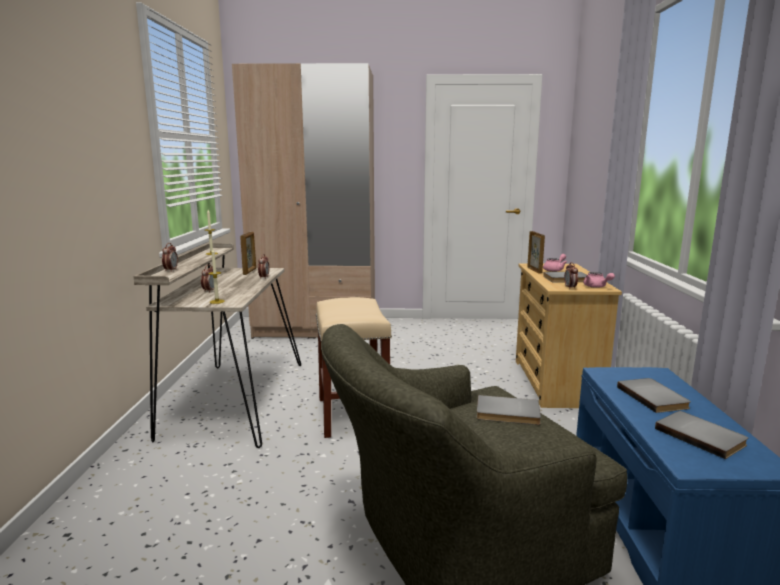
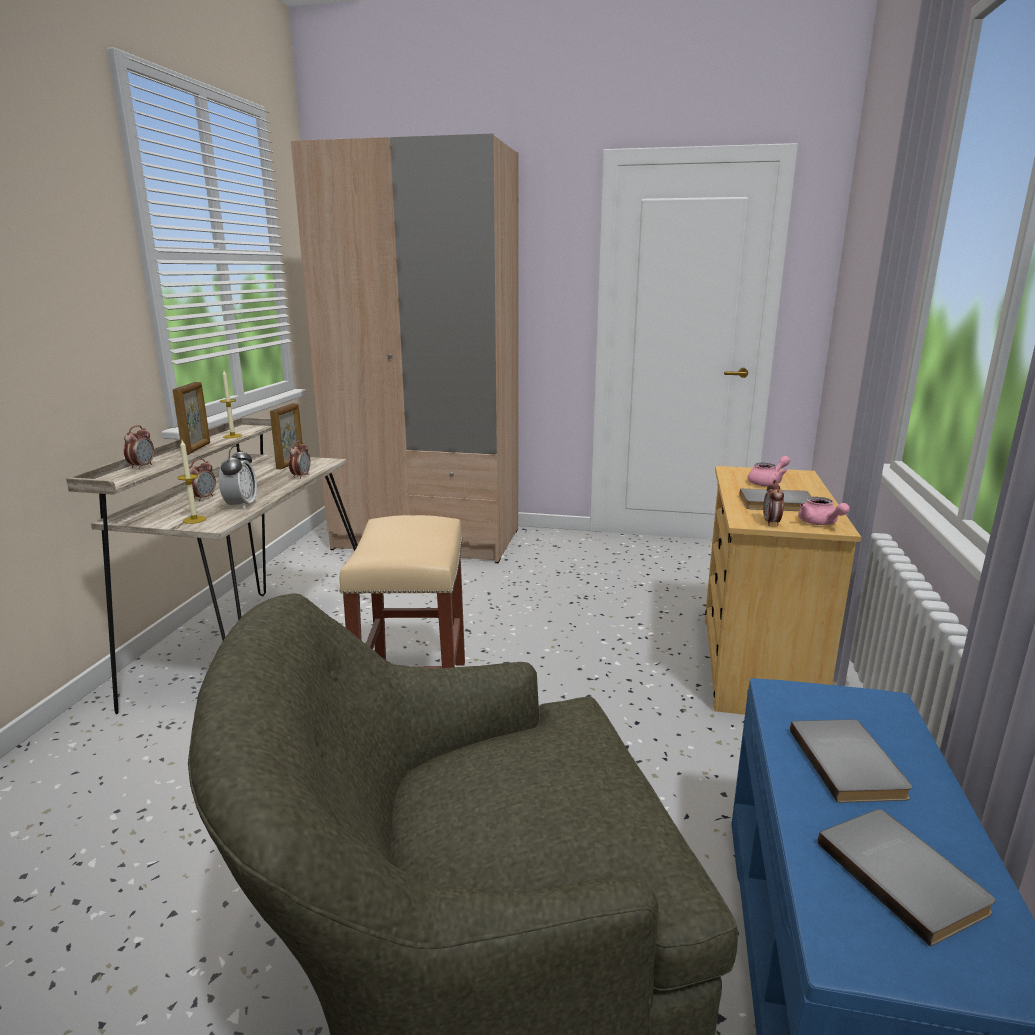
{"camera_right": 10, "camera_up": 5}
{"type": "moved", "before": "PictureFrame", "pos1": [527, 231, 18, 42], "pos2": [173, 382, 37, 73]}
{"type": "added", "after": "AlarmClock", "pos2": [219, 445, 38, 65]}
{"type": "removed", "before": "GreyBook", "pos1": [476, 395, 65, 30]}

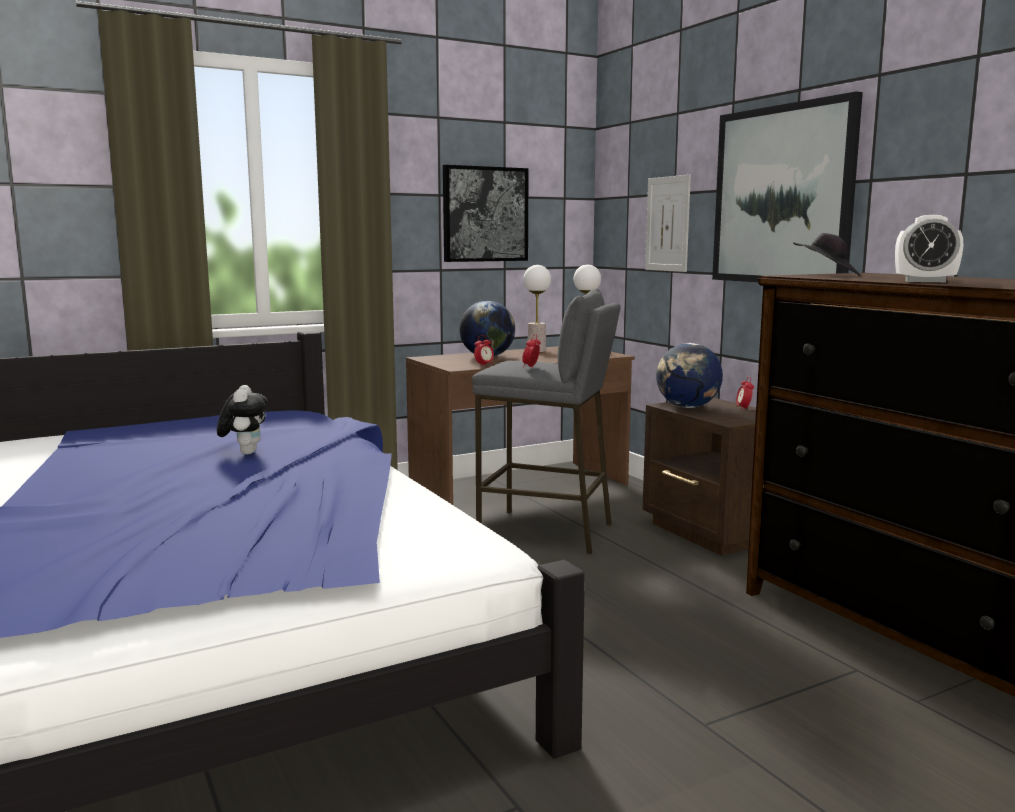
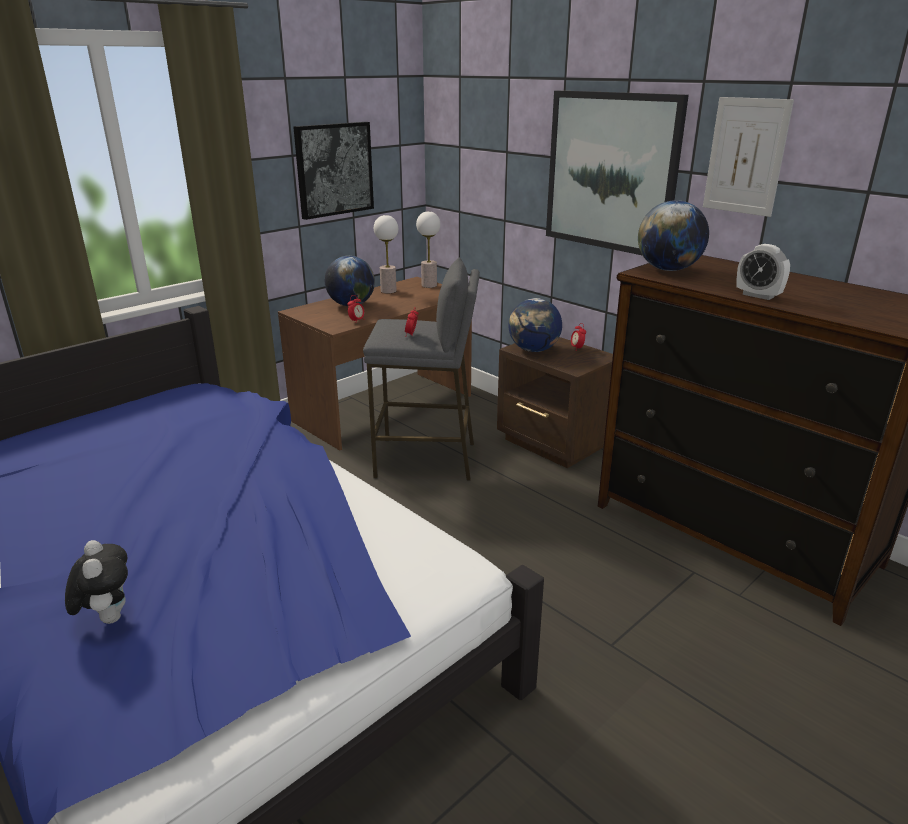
{"camera_right": -15, "camera_up": 15}
{"type": "moved", "before": "PlushToy", "pos1": [217, 385, 51, 69], "pos2": [65, 540, 63, 84]}
{"type": "replaced", "before": "BlackHat", "after": "Globe", "pos1": [793, 233, 68, 43], "pos2": [638, 200, 71, 71]}
{"type": "moved", "before": "Picture", "pos1": [645, 175, 46, 97], "pos2": [703, 97, 91, 120]}
{"type": "turned", "before": "AlarmClock", "pos1": [895, 215, 68, 67], "pos2": [737, 244, 53, 56], "turn": 45}

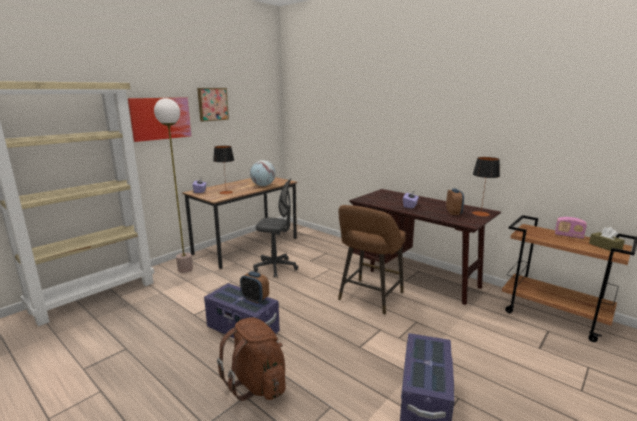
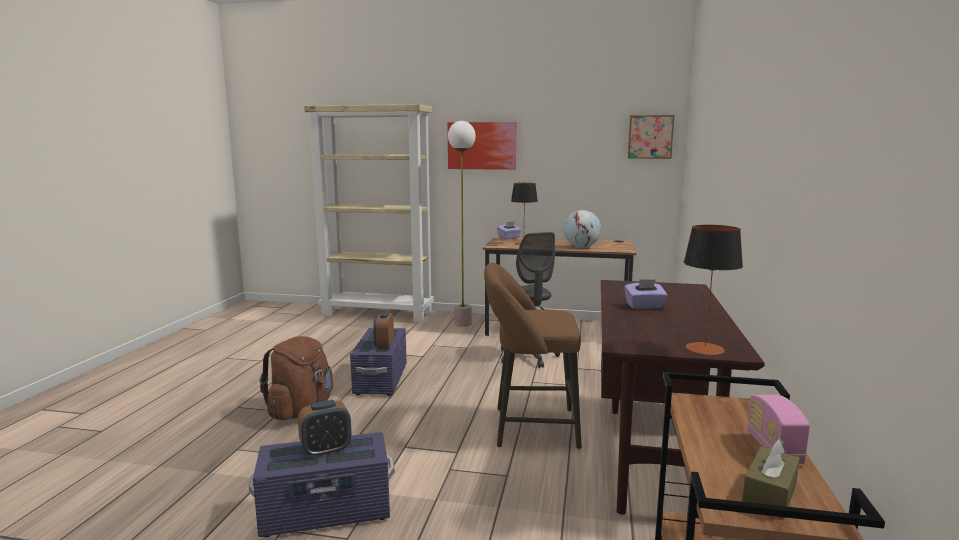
{"camera_right": 60, "camera_up": -5}
{"type": "moved", "before": "AlarmClock", "pos1": [446, 189, 18, 26], "pos2": [298, 400, 54, 58]}
{"type": "moved", "before": "Picture", "pos1": [197, 88, 32, 33], "pos2": [628, 115, 46, 44]}

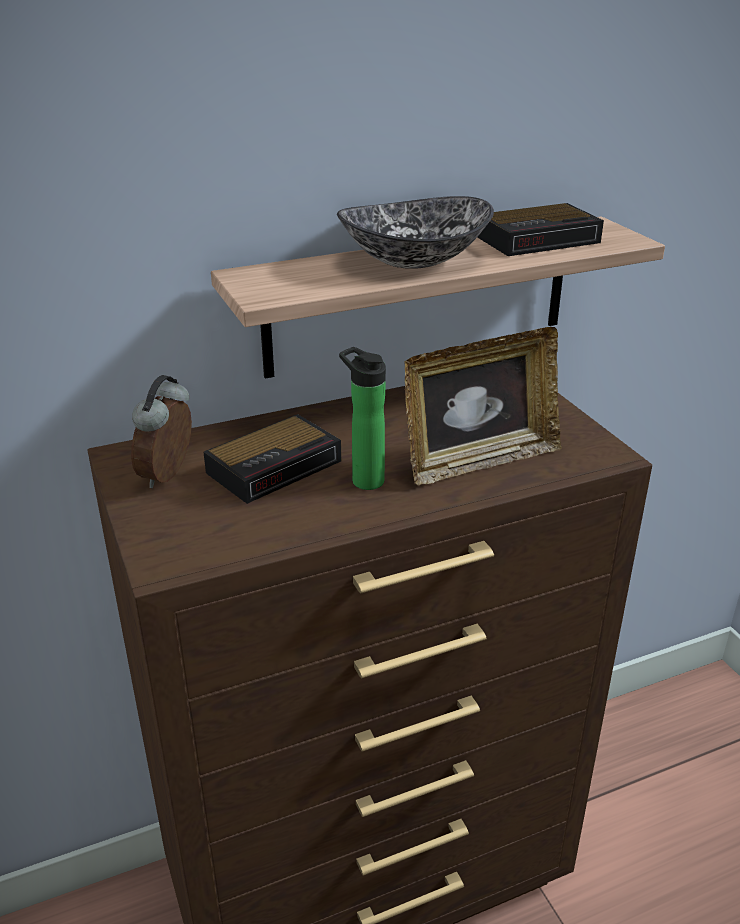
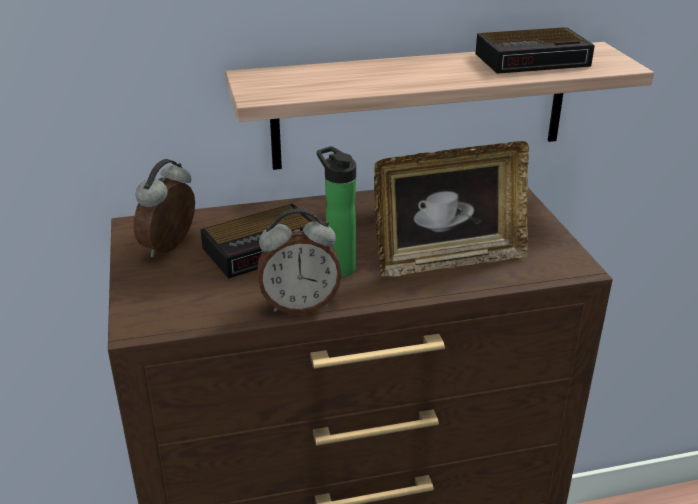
{"camera_right": 10, "camera_up": 0}
{"type": "added", "after": "AlarmClock", "pos2": [257, 209, 85, 105]}
{"type": "removed", "before": "Bowl", "pos1": [337, 196, 157, 73]}

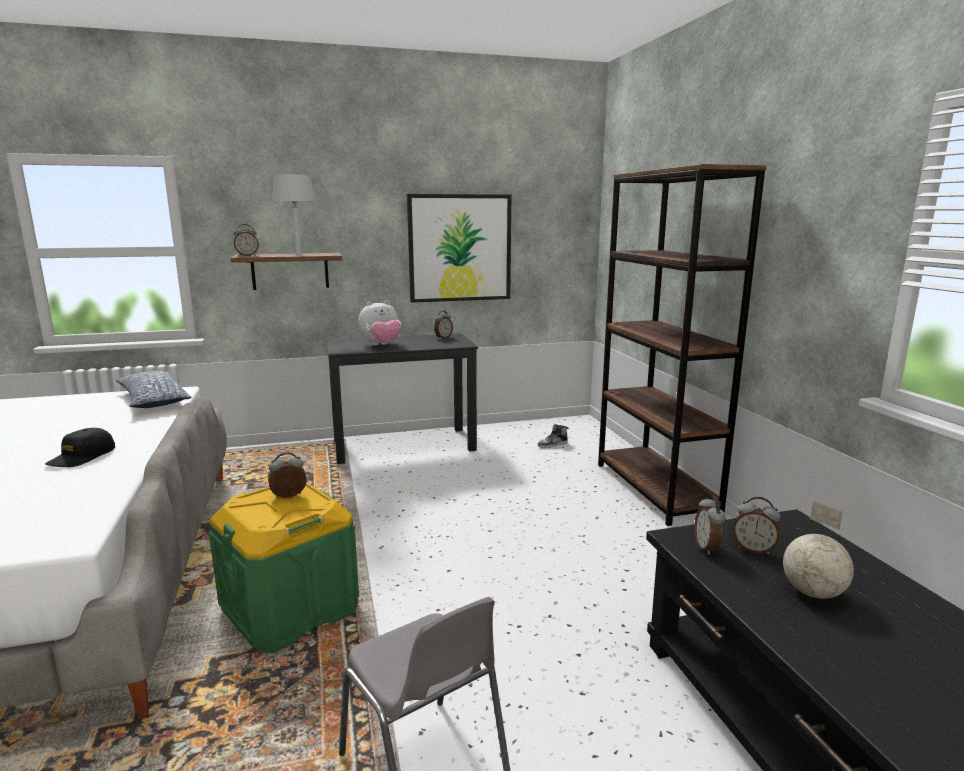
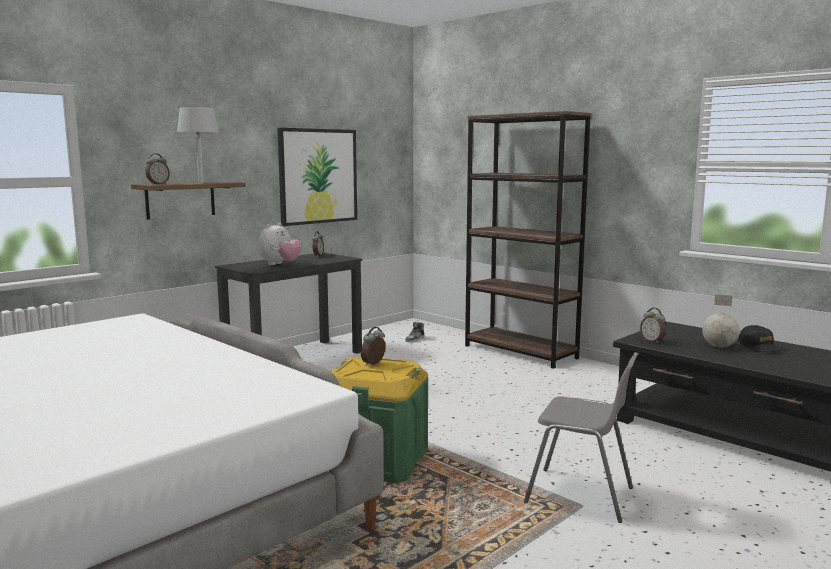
{"camera_right": -30, "camera_up": -5}
{"type": "moved", "before": "BlackCap", "pos1": [45, 428, 70, 39], "pos2": [738, 325, 43, 27]}
{"type": "removed", "before": "Pillow", "pos1": [116, 371, 76, 37]}
{"type": "removed", "before": "AlarmClock", "pos1": [733, 497, 47, 58]}

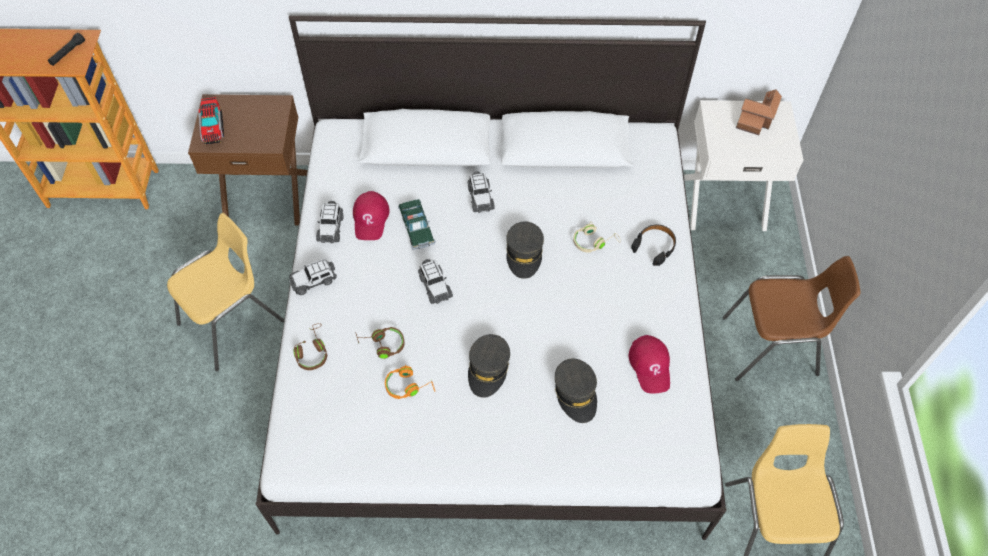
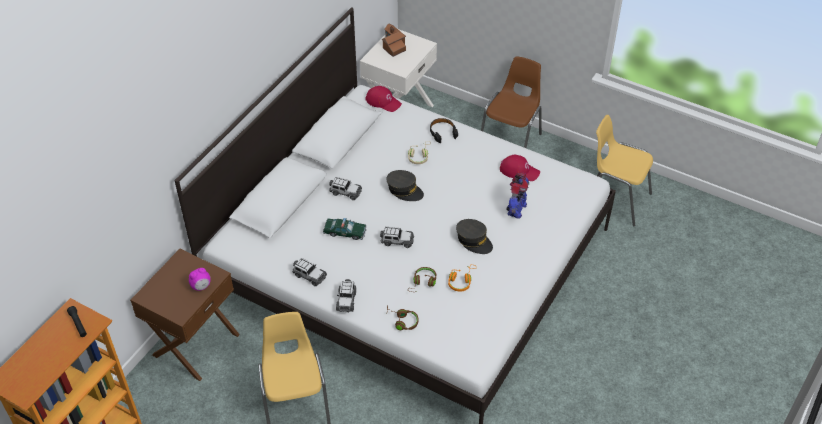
{"camera_right": -60, "camera_up": -10}
{"type": "added", "after": "AlarmClock", "pos2": [189, 268, 21, 23]}
{"type": "moved", "before": "RedCap", "pos1": [353, 191, 37, 49], "pos2": [366, 86, 36, 26]}
{"type": "replaced", "before": "GreyCap", "after": "ToyRobot", "pos1": [555, 359, 42, 64], "pos2": [506, 172, 23, 47]}
{"type": "removed", "before": "ToyTruck", "pos1": [198, 97, 26, 48]}

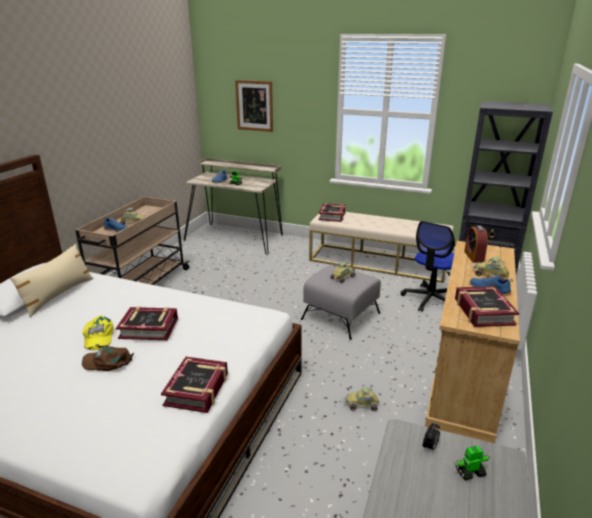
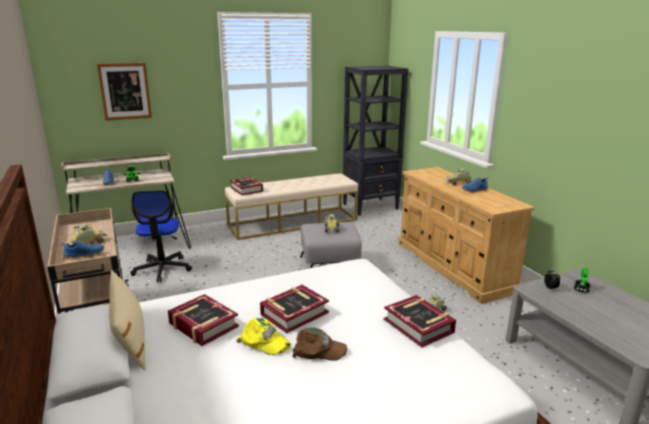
{"camera_right": -45, "camera_up": -5}
{"type": "moved", "before": "OfficeChair", "pos1": [401, 221, 54, 91], "pos2": [130, 190, 62, 93]}
{"type": "moved", "before": "Book", "pos1": [455, 286, 64, 41], "pos2": [168, 294, 71, 52]}
{"type": "turned", "before": "BrownCap", "pos1": [82, 346, 52, 25], "pos2": [292, 327, 55, 34], "turn": -135}
{"type": "removed", "before": "AlarmClock", "pos1": [464, 225, 24, 38]}

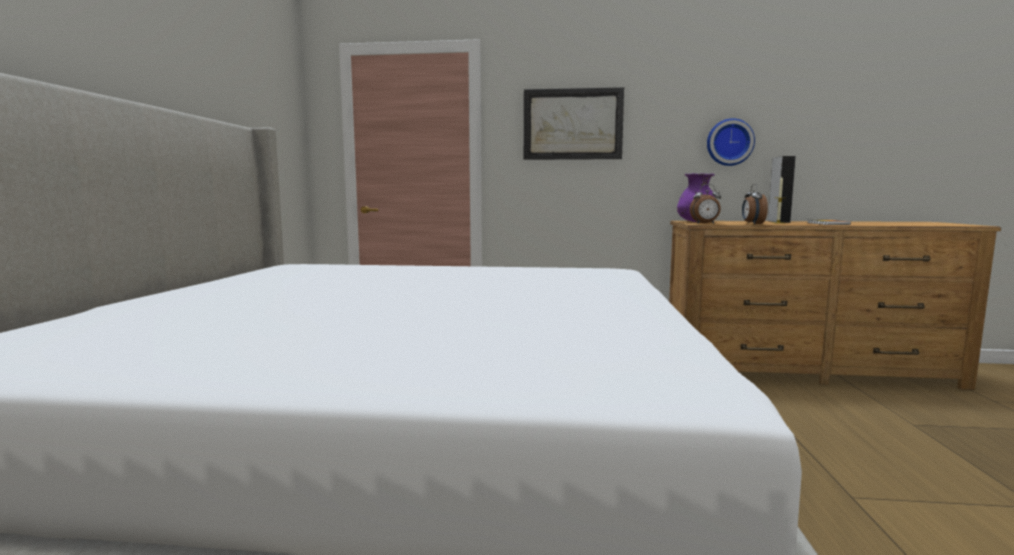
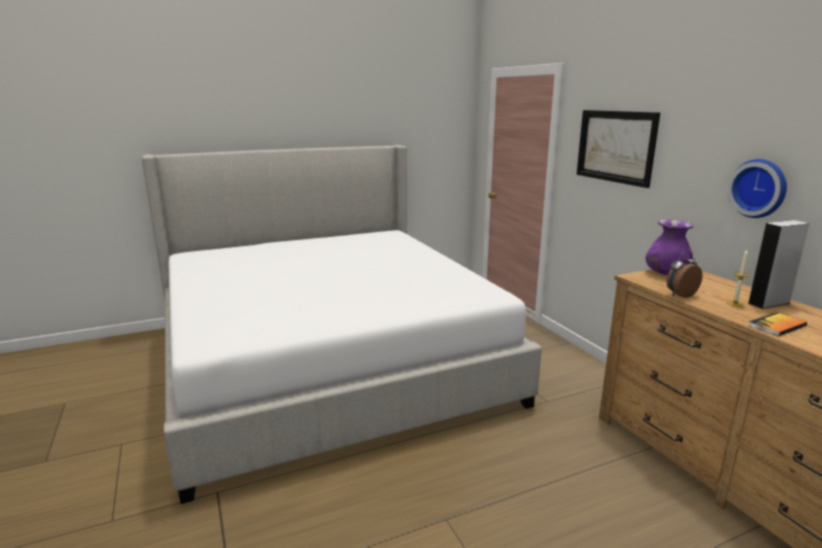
{"camera_right": 60, "camera_up": 10}
{"type": "removed", "before": "AlarmClock", "pos1": [690, 184, 31, 40]}

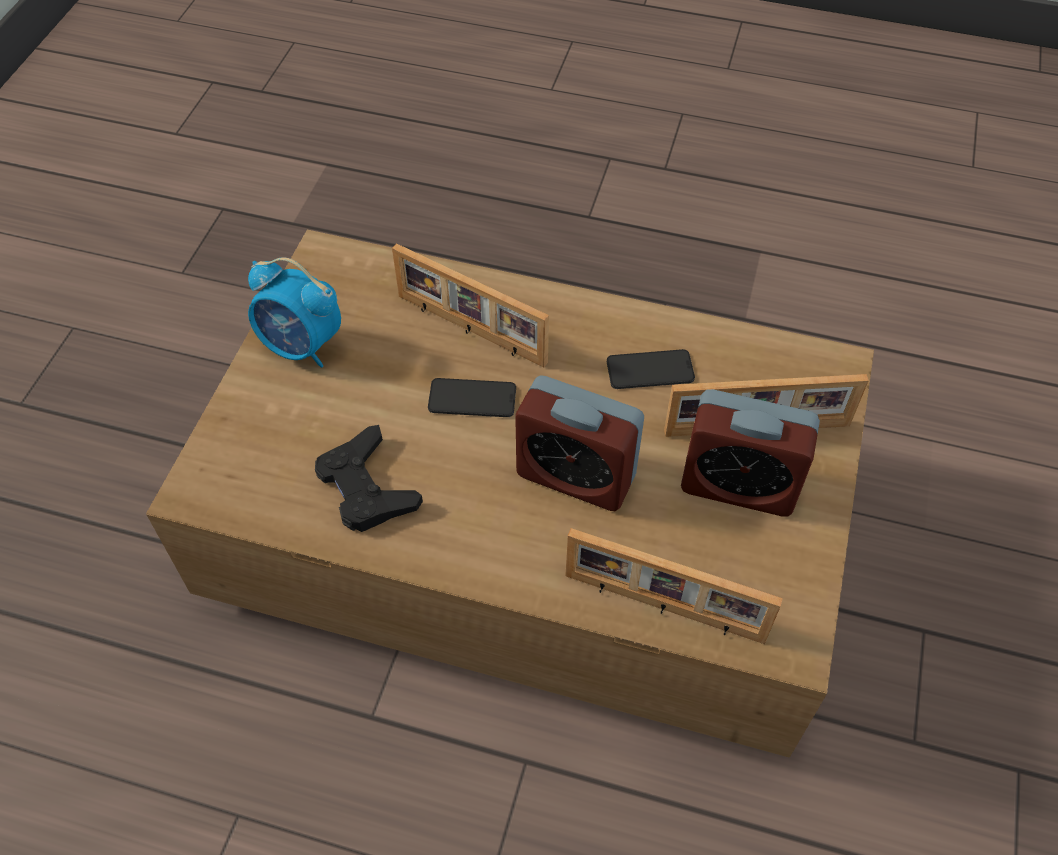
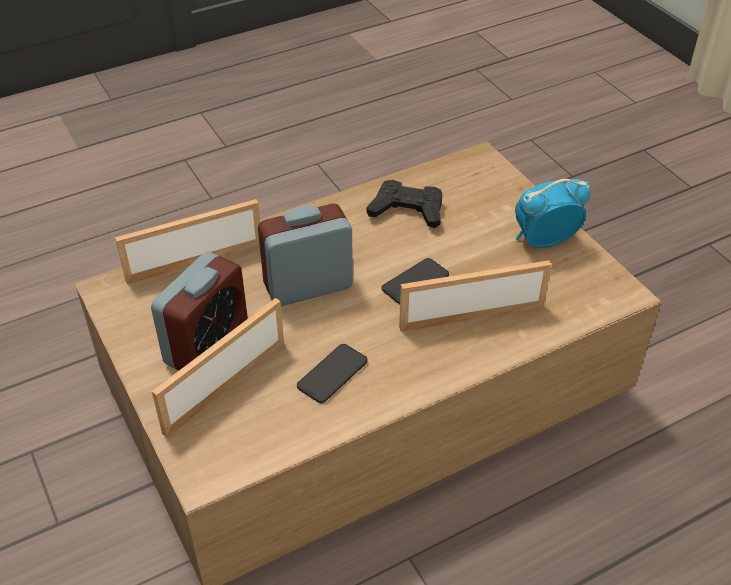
{"camera_right": 135, "camera_up": -10}
{"type": "turned", "before": "AlarmClock", "pos1": [681, 389, 139, 128], "pos2": [151, 252, 97, 118], "turn": 150}

